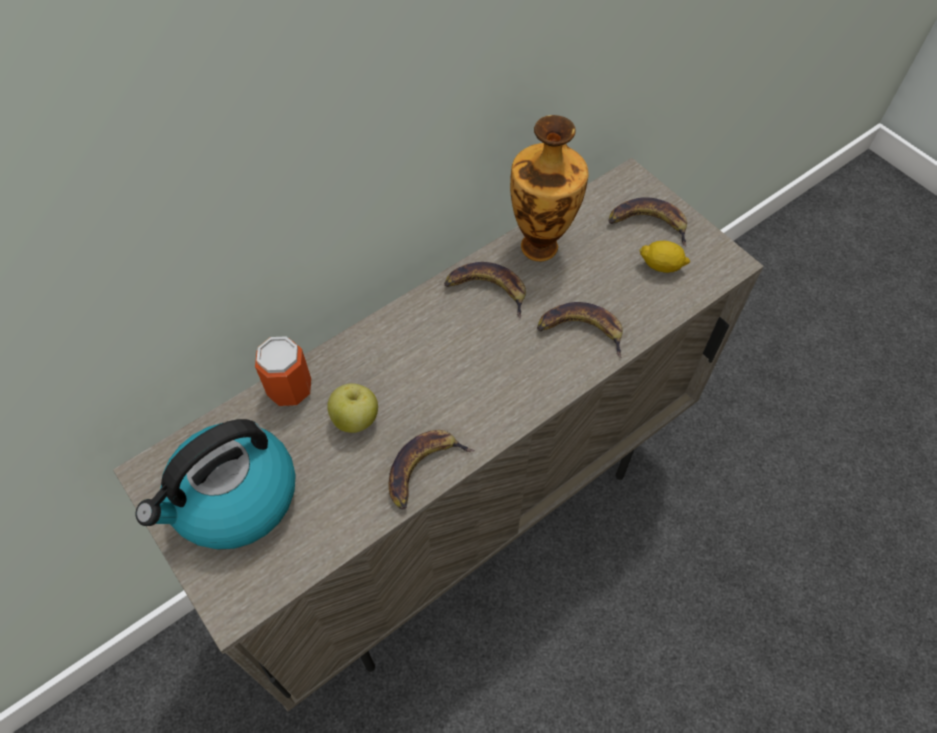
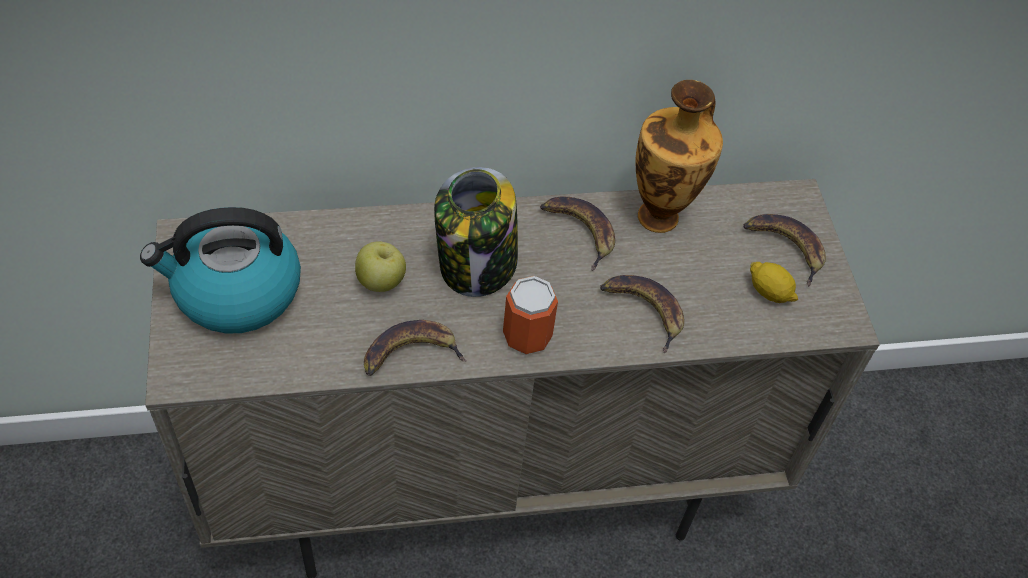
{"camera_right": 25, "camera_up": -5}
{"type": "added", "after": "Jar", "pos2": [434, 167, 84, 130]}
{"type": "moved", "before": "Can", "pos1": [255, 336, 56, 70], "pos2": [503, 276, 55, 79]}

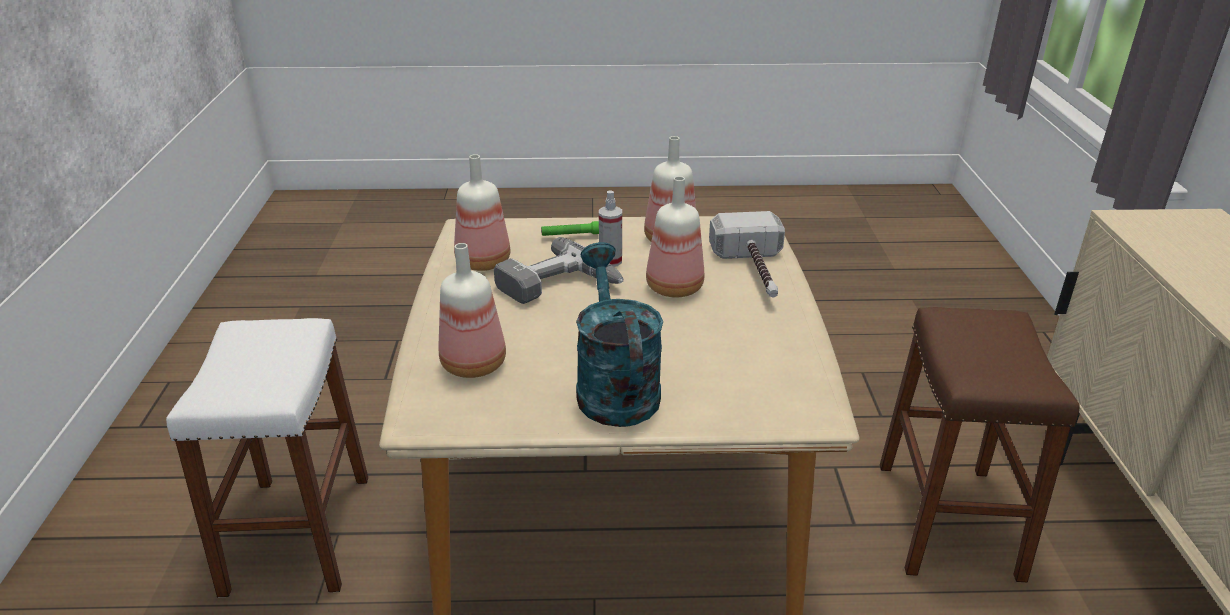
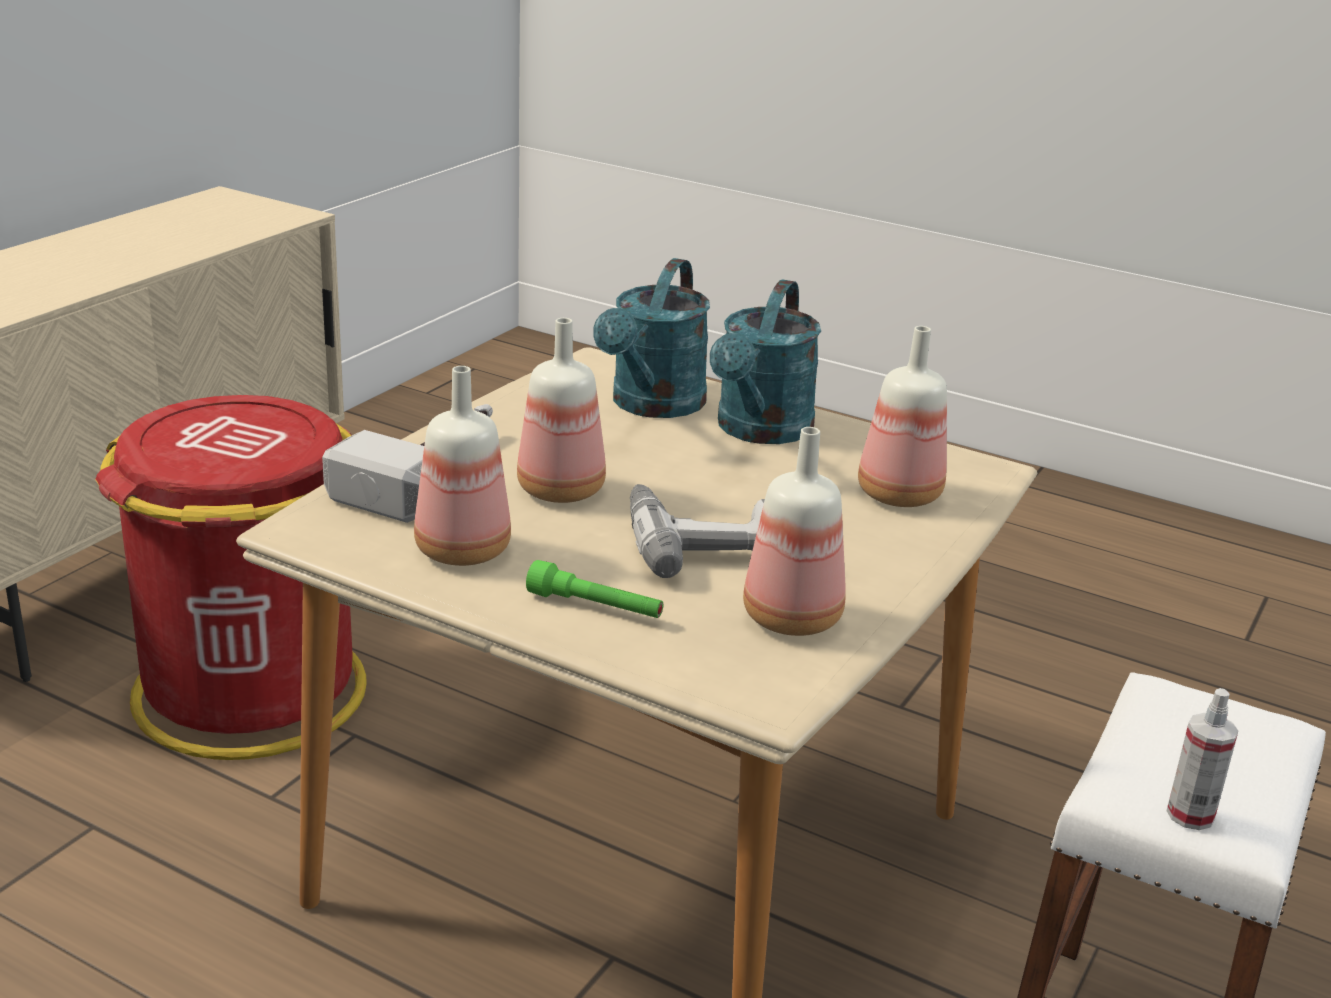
{"camera_right": -150, "camera_up": -5}
{"type": "replaced", "before": "BrownStool", "after": "RedTrashCan", "pos1": [880, 307, 200, 275], "pos2": [95, 395, 272, 365]}
{"type": "added", "after": "TurquoiseWateringCan", "pos2": [593, 258, 117, 160]}
{"type": "moved", "before": "SprayBottle", "pos1": [599, 190, 23, 77], "pos2": [1167, 688, 71, 142]}

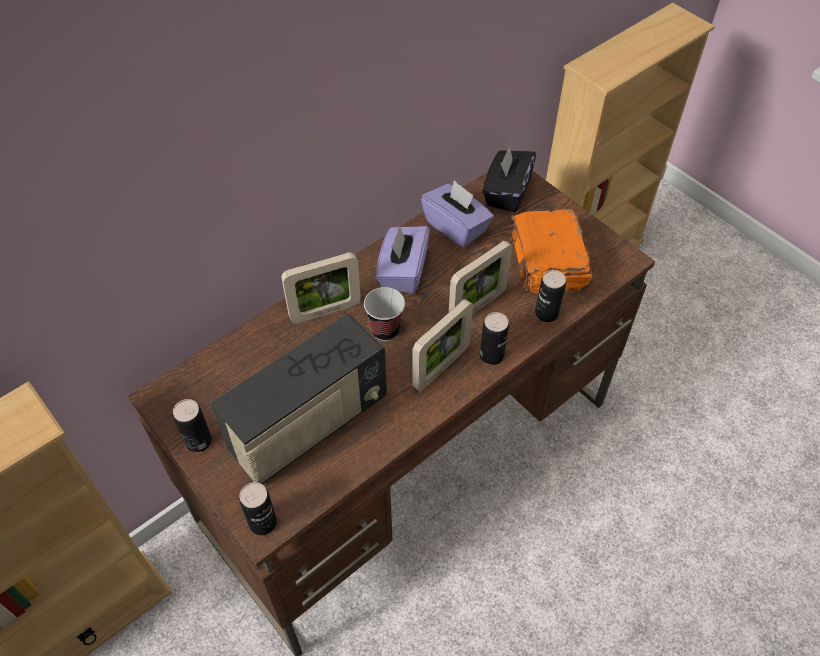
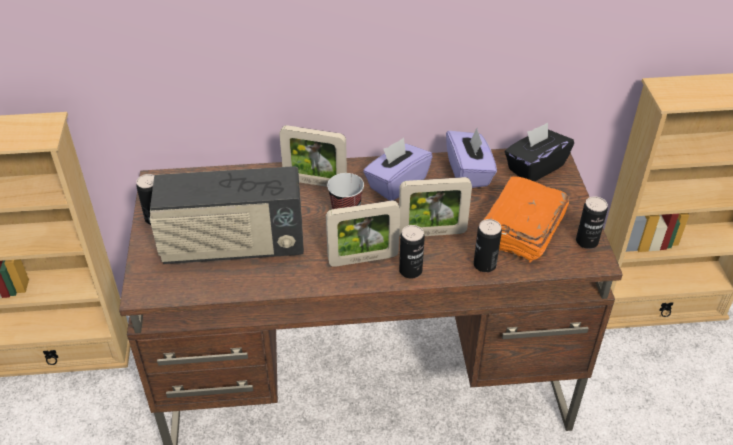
{"camera_right": 35, "camera_up": -10}
{"type": "moved", "before": "Can", "pos1": [239, 482, 38, 53], "pos2": [576, 196, 32, 53]}

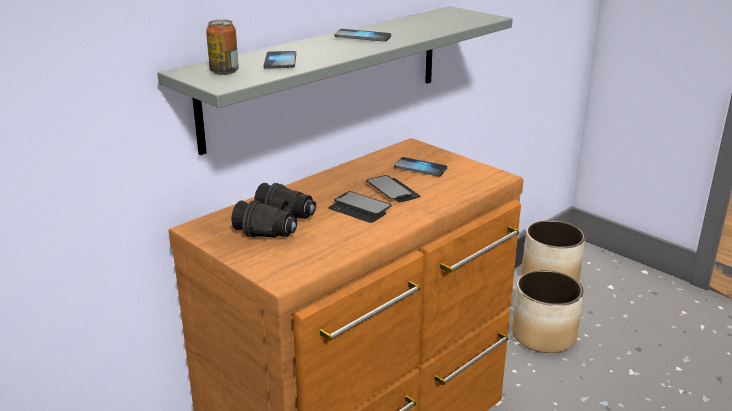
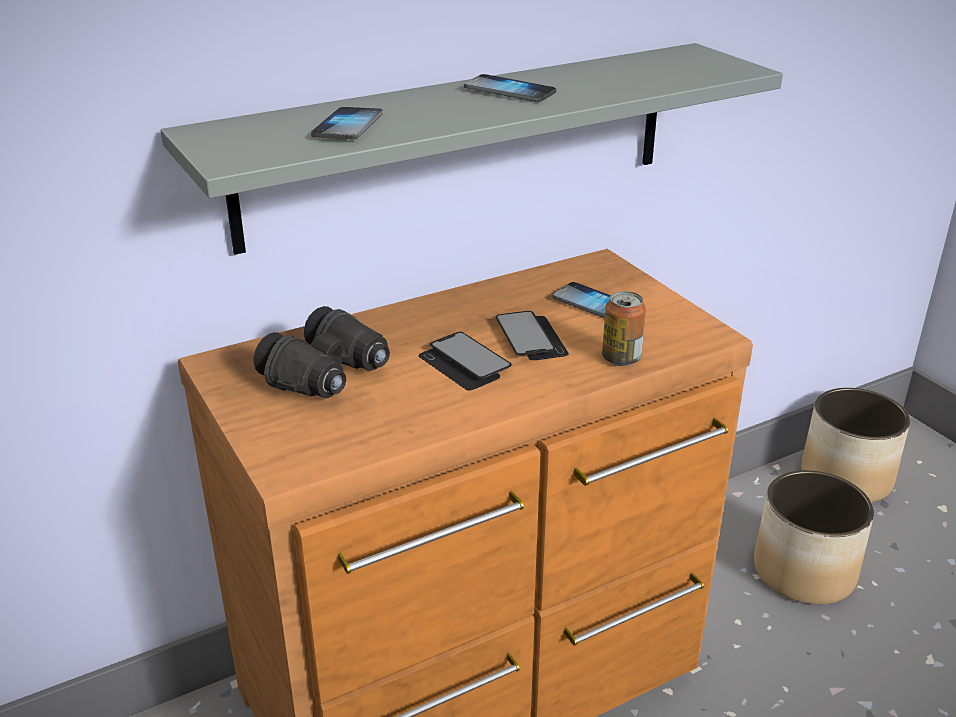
{"camera_right": 15, "camera_up": 5}
{"type": "moved", "before": "Can", "pos1": [206, 20, 33, 55], "pos2": [602, 291, 44, 75]}

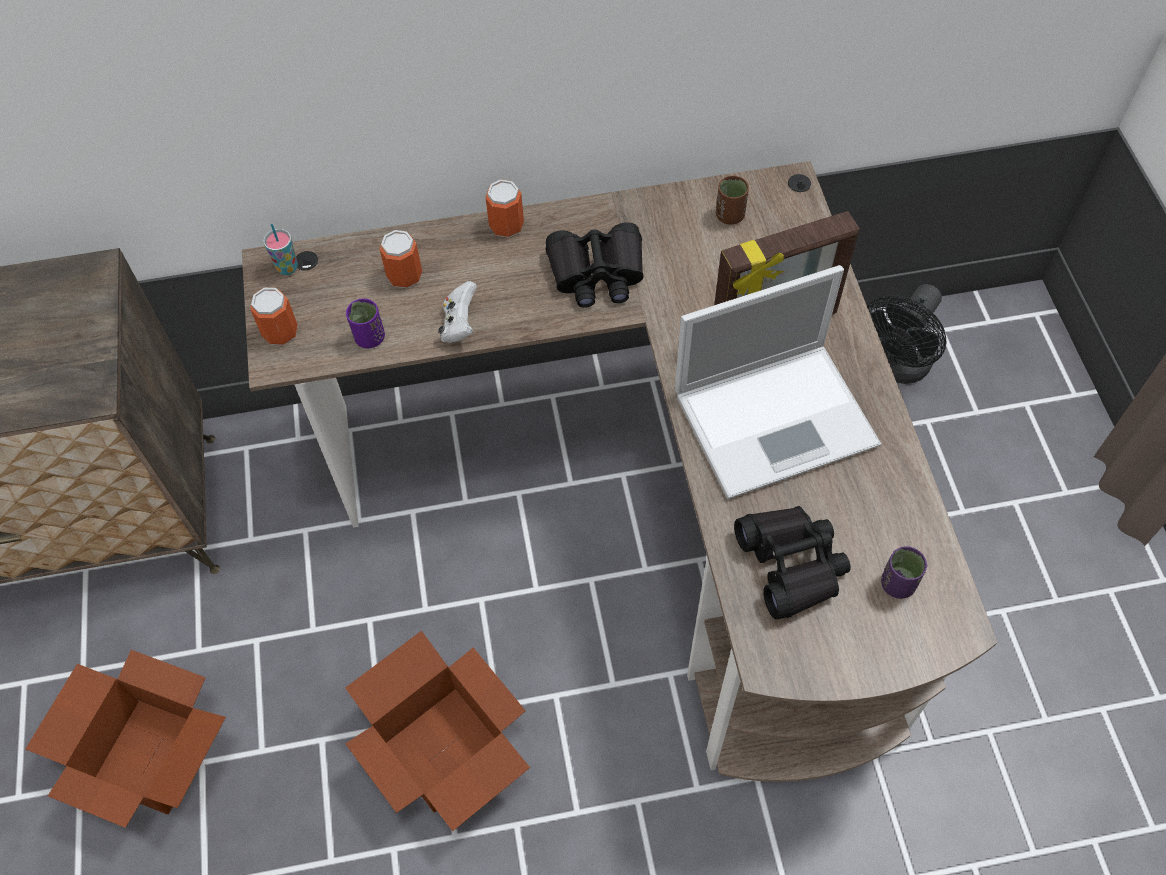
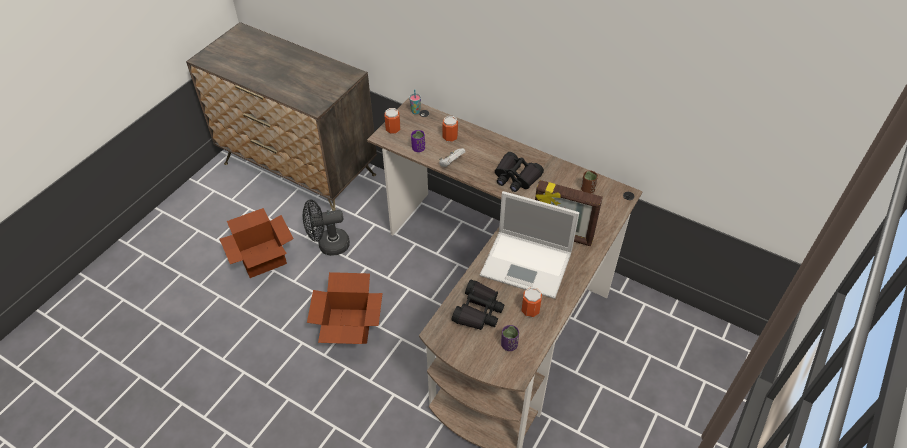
{"camera_right": 40, "camera_up": -10}
{"type": "moved", "before": "BlackFan", "pos1": [867, 284, 80, 100], "pos2": [303, 200, 47, 56]}
{"type": "moved", "before": "Can", "pos1": [485, 179, 39, 59], "pos2": [522, 287, 20, 30]}

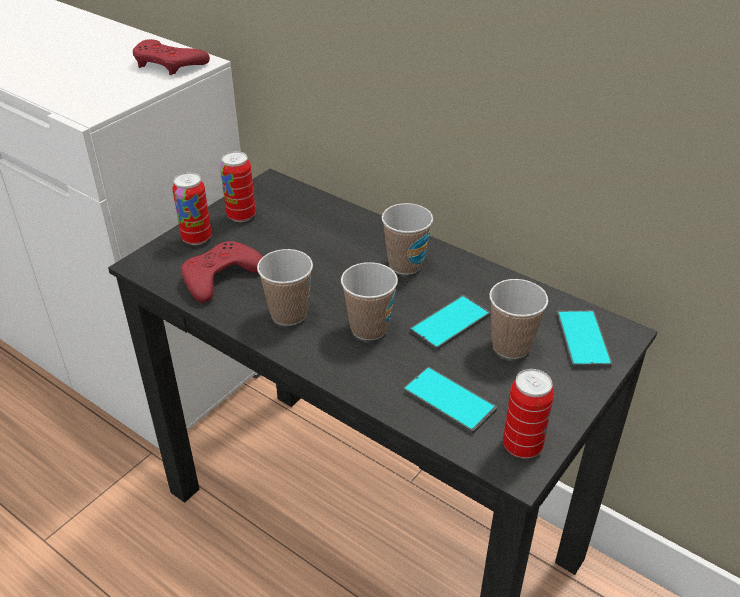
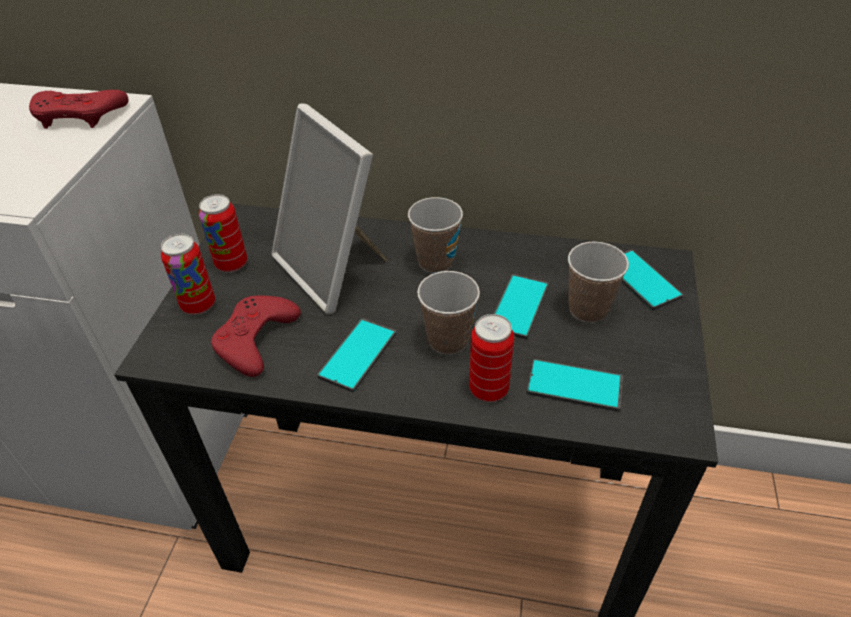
{"camera_right": -25, "camera_up": 5}
{"type": "added", "after": "PictureFrame", "pos2": [272, 103, 116, 211]}
{"type": "replaced", "before": "Cup", "after": "Phone", "pos1": [257, 249, 56, 77], "pos2": [317, 318, 79, 74]}
{"type": "moved", "before": "Can", "pos1": [503, 369, 51, 89], "pos2": [469, 314, 45, 88]}

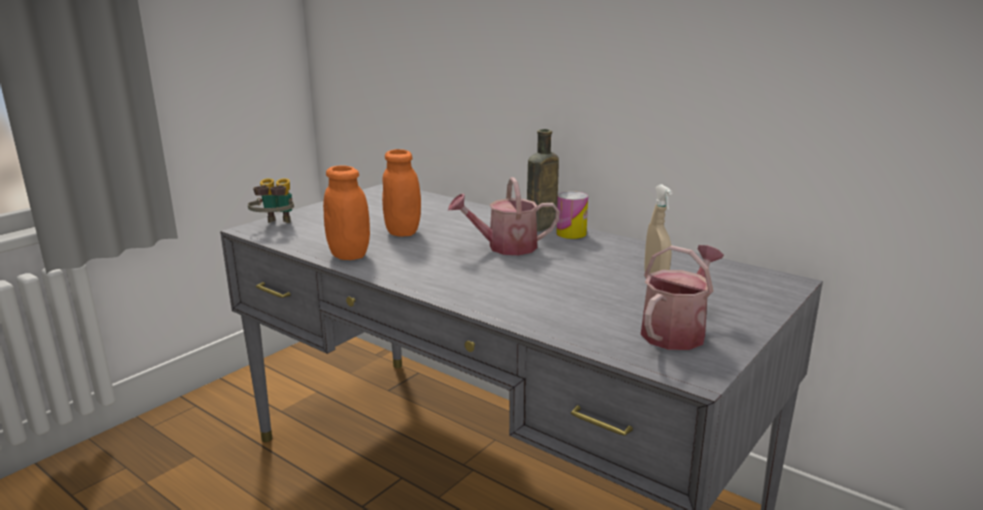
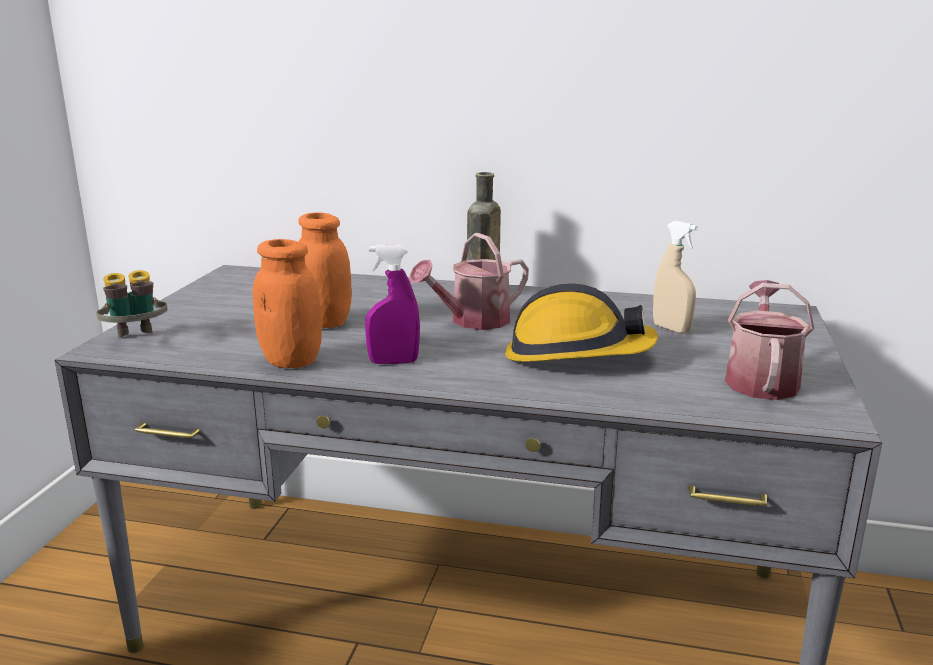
{"camera_right": -25, "camera_up": 0}
{"type": "added", "after": "PurpleSprayBottle", "pos2": [365, 245, 55, 119]}
{"type": "added", "after": "HardHat", "pos2": [505, 283, 153, 79]}
{"type": "removed", "before": "Can", "pos1": [556, 191, 32, 48]}

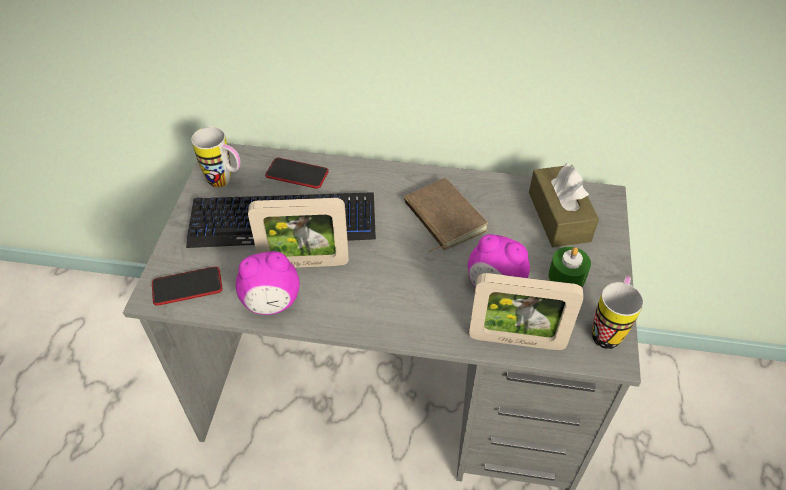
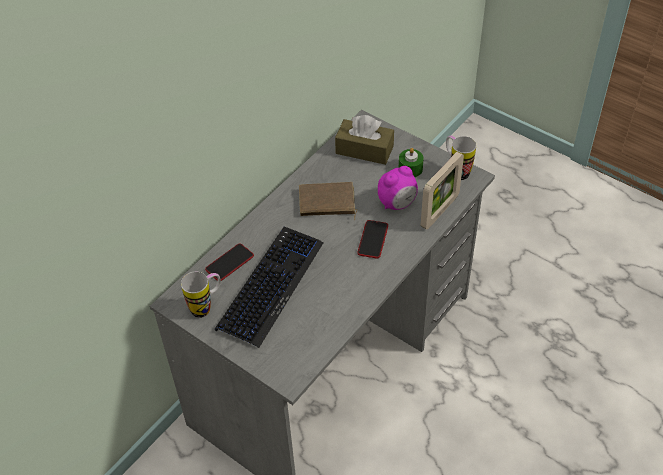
{"camera_right": -60, "camera_up": 0}
{"type": "moved", "before": "Phone", "pos1": [152, 266, 70, 40], "pos2": [357, 220, 31, 39]}
{"type": "removed", "before": "AlarmClock", "pos1": [236, 251, 64, 64]}
{"type": "removed", "before": "PictureFrame", "pos1": [248, 198, 101, 70]}

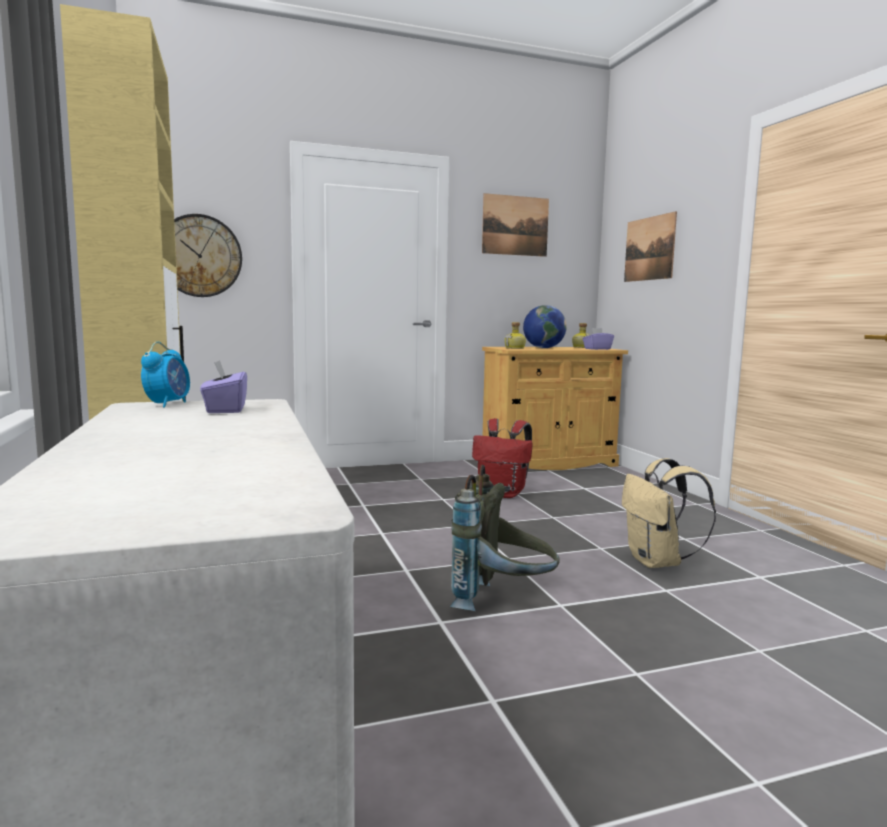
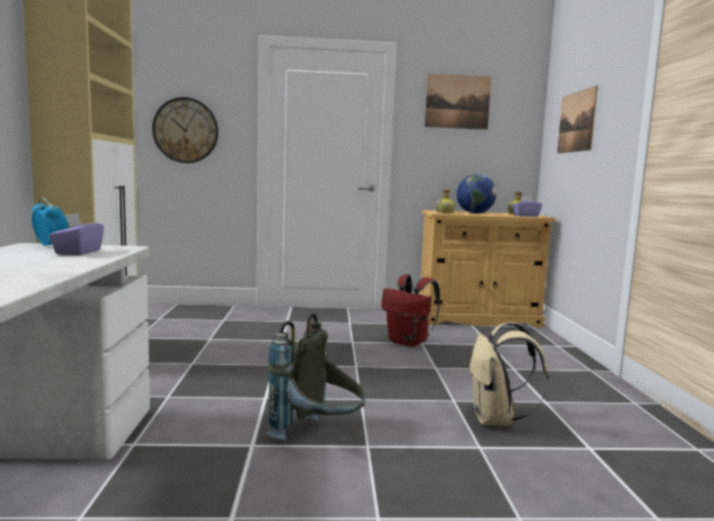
{"camera_right": 15, "camera_up": 0}
{"type": "turned", "before": "AlarmClock", "pos1": [141, 341, 49, 67], "pos2": [32, 197, 37, 49], "turn": -75}

